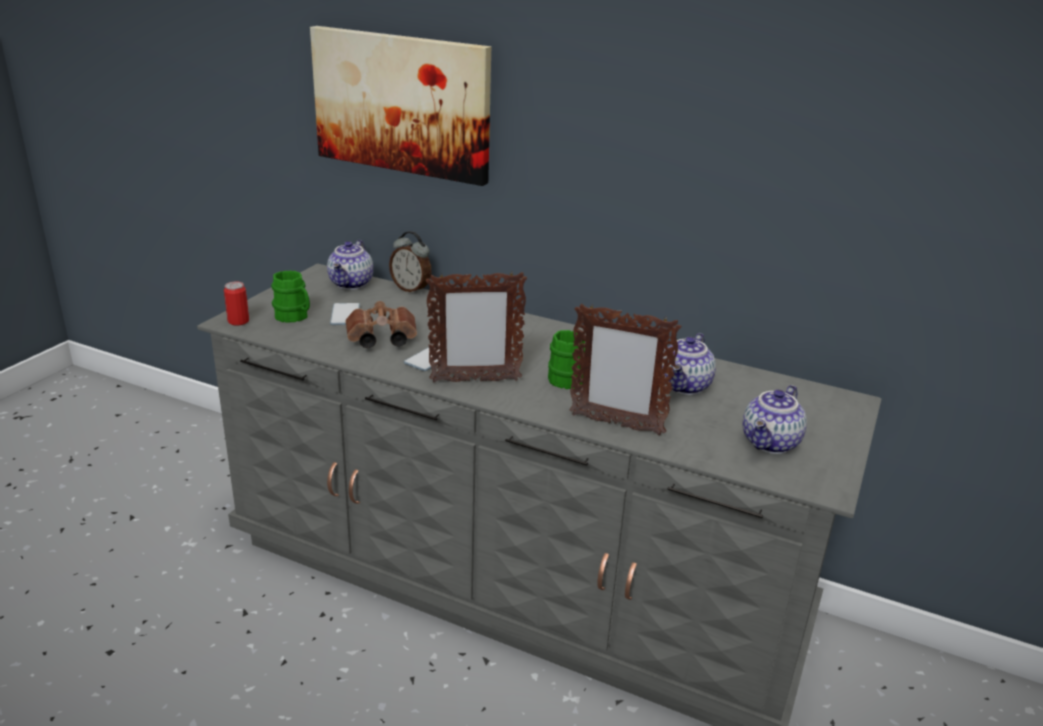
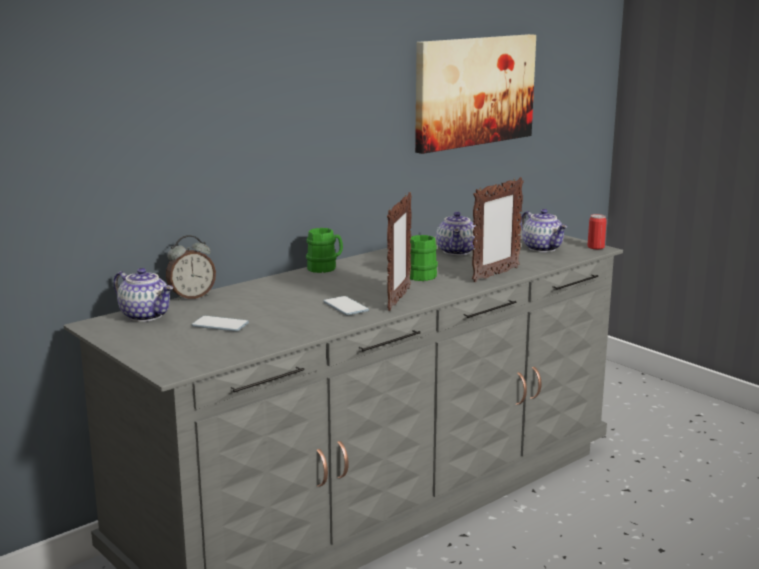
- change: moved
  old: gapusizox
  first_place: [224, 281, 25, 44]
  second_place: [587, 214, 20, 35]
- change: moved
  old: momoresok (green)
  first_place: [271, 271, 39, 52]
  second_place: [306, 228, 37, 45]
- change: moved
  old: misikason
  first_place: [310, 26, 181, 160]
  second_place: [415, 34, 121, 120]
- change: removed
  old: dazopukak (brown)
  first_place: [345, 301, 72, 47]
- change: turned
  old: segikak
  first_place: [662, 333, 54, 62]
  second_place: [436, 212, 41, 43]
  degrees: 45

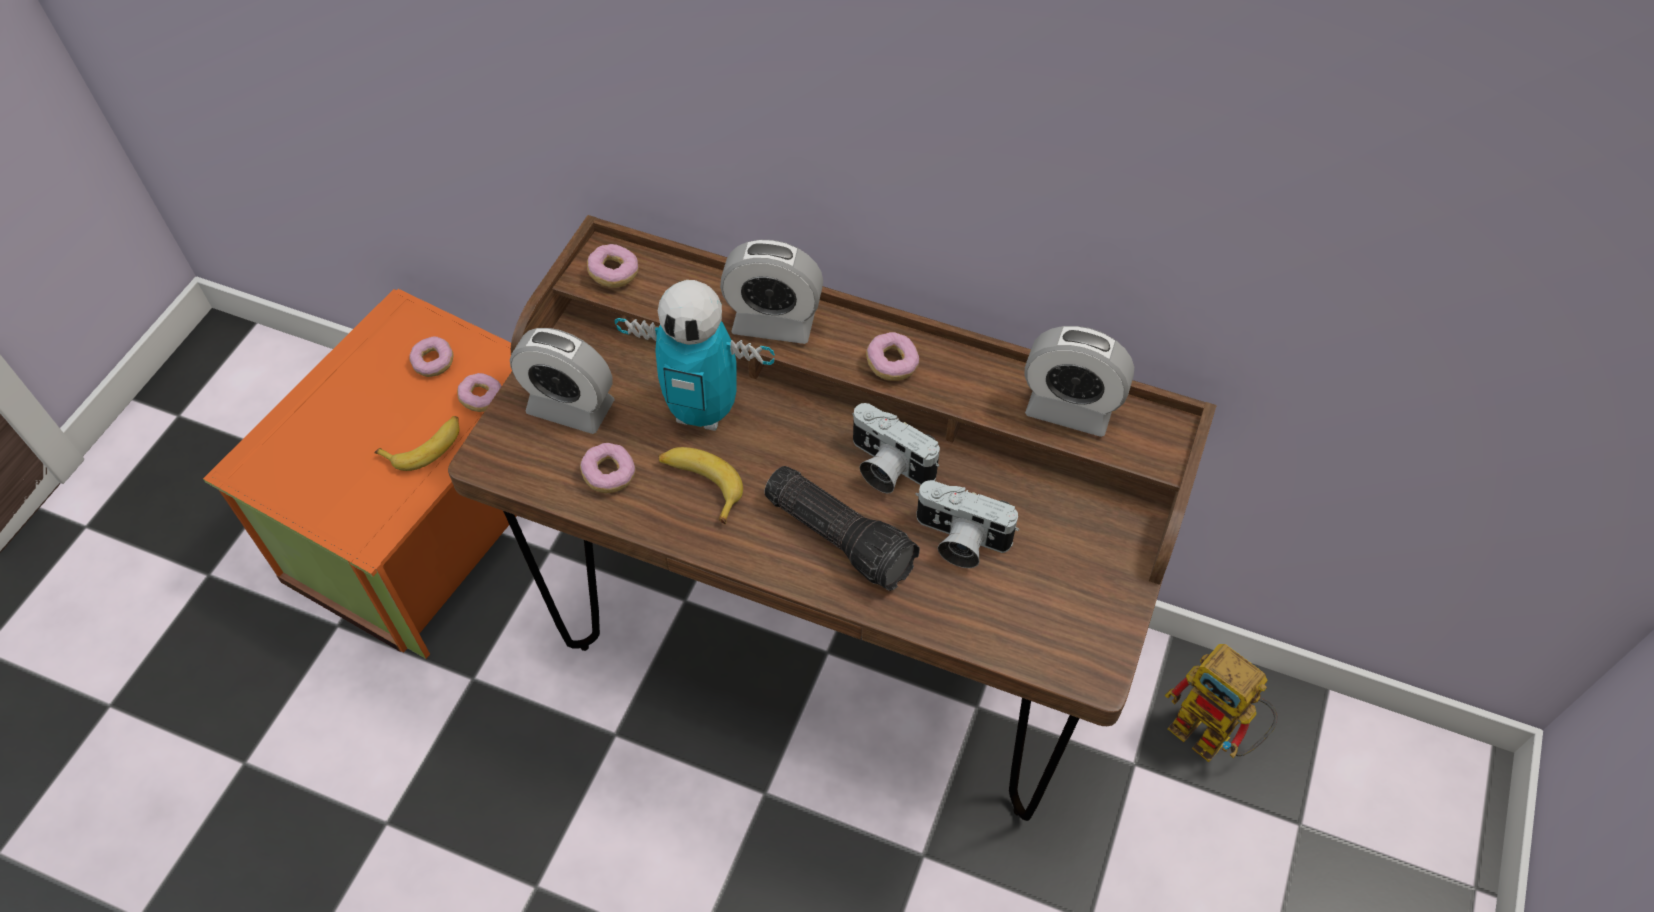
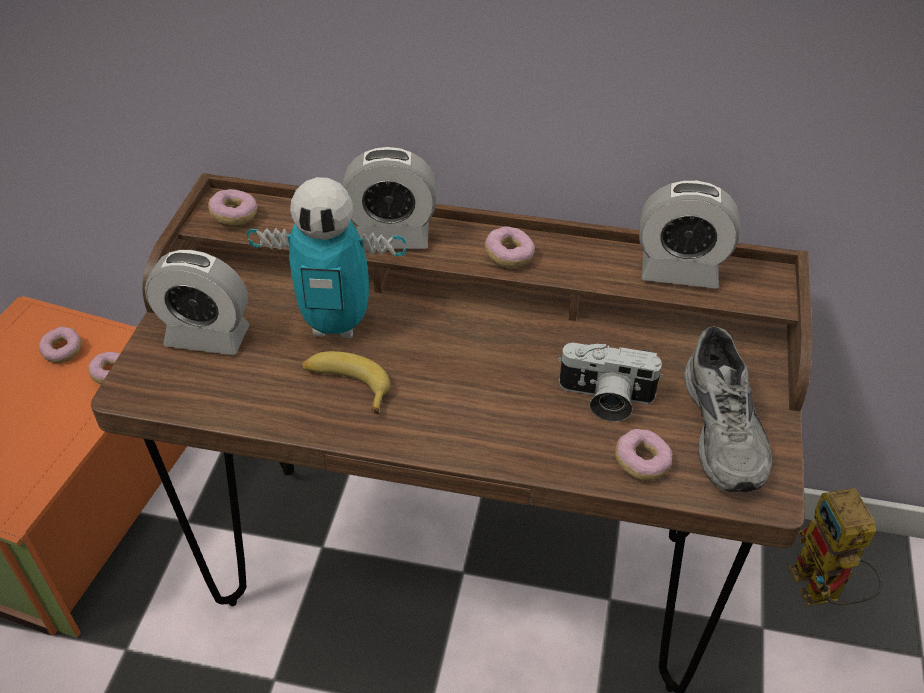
- change: removed
  old: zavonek
  first_place: [375, 416, 84, 55]
- change: moved
  old: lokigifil
  first_place: [580, 443, 55, 50]
  second_place: [615, 429, 57, 52]
- change: removed
  old: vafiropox
  first_place: [765, 466, 155, 125]
- change: removed
  old: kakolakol
  first_place: [853, 403, 87, 90]
- change: turned
  old: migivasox
  first_place: [1164, 644, 114, 118]
  second_place: [788, 488, 95, 118]
  degrees: 45
- change: added
  new: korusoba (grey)
  second_place: [684, 326, 88, 166]

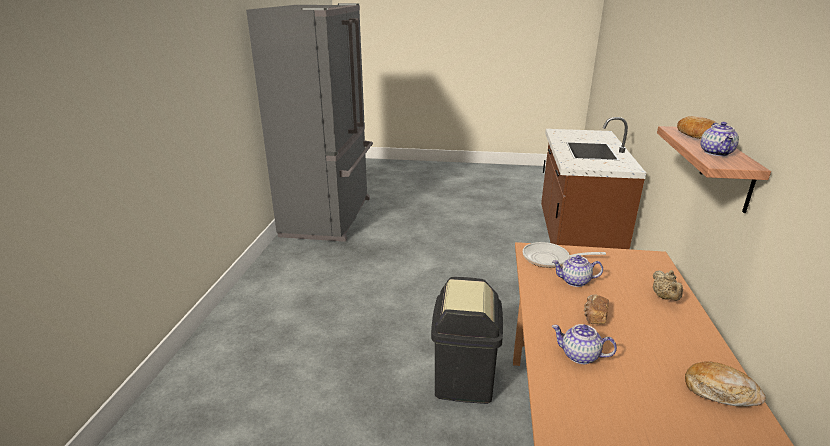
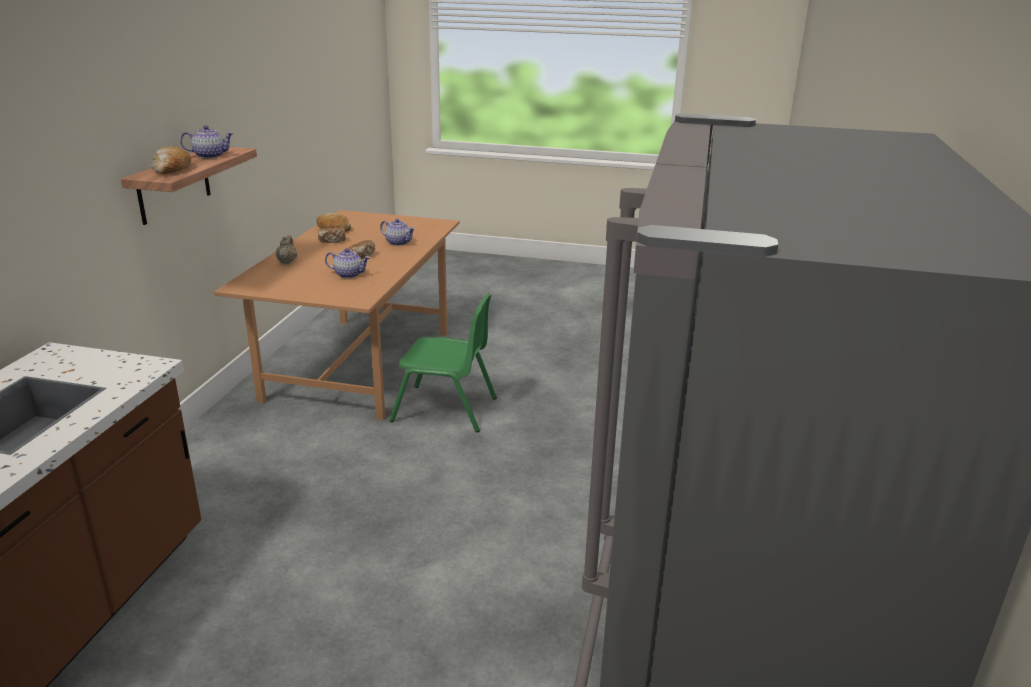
- change: replaced
  old: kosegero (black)
  new: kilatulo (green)
  first_place: [431, 277, 72, 127]
  second_place: [390, 294, 107, 138]
- change: removed
  old: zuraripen
  first_place: [523, 242, 83, 26]
- change: turned
  old: segikak
  first_place: [700, 122, 39, 34]
  second_place: [180, 125, 54, 34]
  degrees: 60
- change: added
  new: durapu
  second_place: [318, 228, 28, 15]

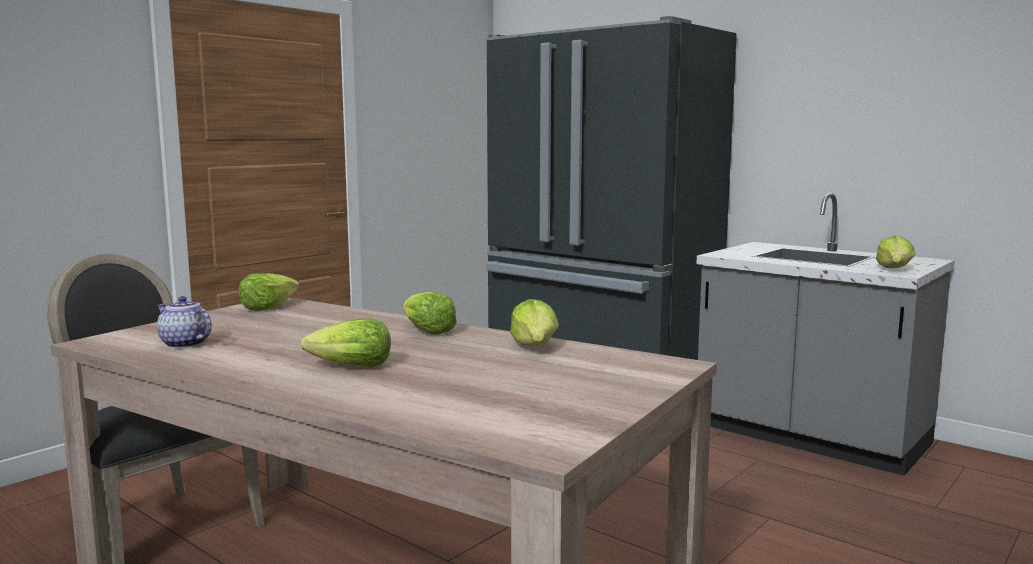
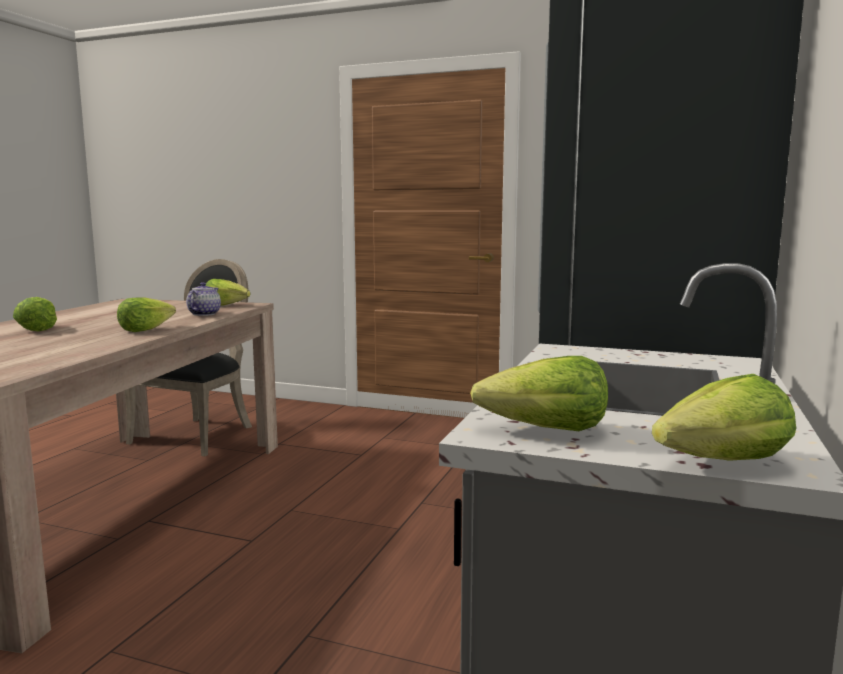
- change: moved
  old: segikak
  first_place: [157, 296, 55, 52]
  second_place: [186, 282, 35, 34]
- change: moved
  old: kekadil
  first_place: [510, 299, 49, 47]
  second_place: [652, 374, 144, 87]

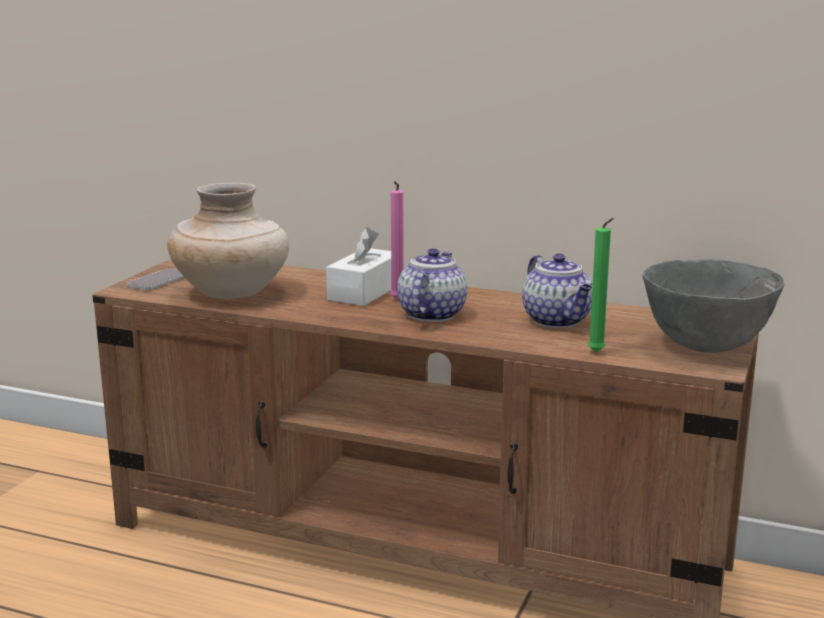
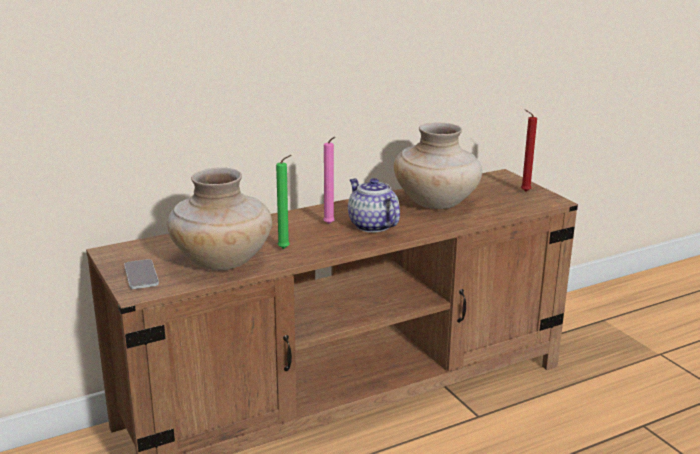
- change: removed
  old: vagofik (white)
  first_place: [326, 227, 65, 79]
- change: replaced
  old: segikak
  new: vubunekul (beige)
  first_place: [522, 253, 71, 75]
  second_place: [394, 122, 88, 87]
- change: moved
  old: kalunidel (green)
  first_place: [588, 218, 26, 134]
  second_place: [276, 155, 16, 94]
- change: replaced
  old: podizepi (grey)
  new: kalunidel (red)
  first_place: [643, 259, 141, 93]
  second_place: [521, 110, 16, 82]

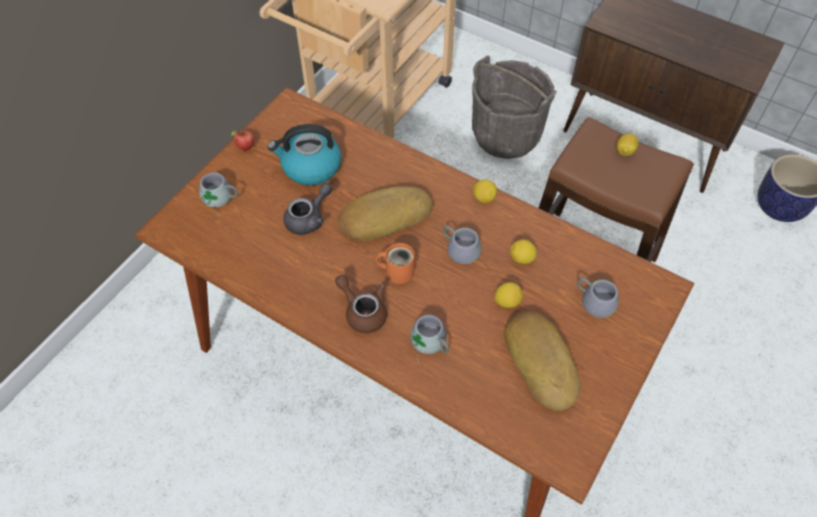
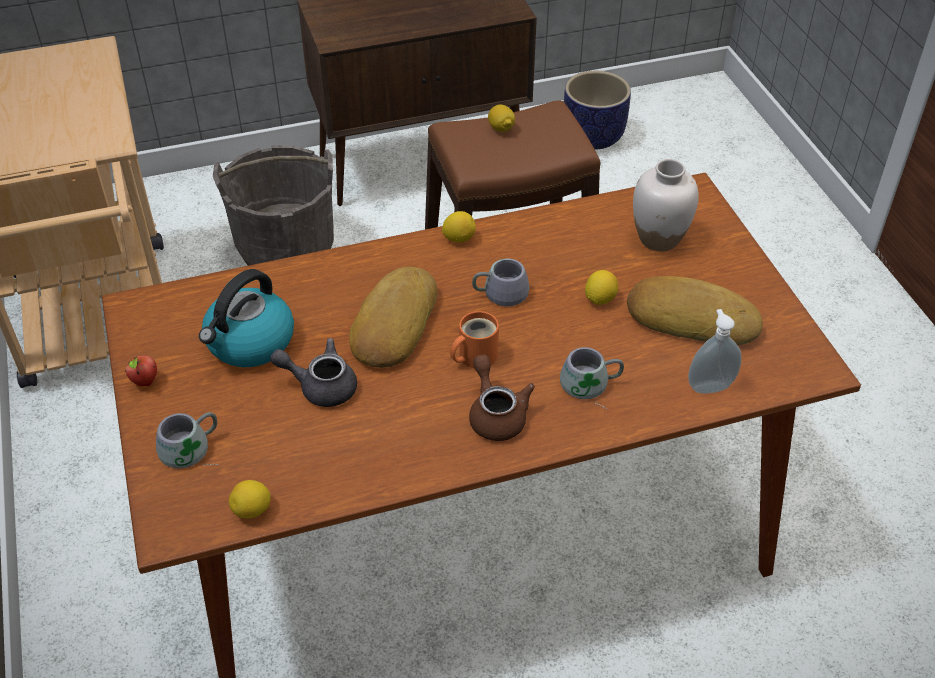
- change: turned
  old: segikak (grey)
  first_place: [283, 183, 49, 52]
  second_place: [270, 338, 87, 69]
  degrees: -75
- change: turned
  old: segikak (brown)
  first_place: [335, 275, 52, 58]
  second_place: [469, 354, 66, 87]
  degrees: 75
- change: moved
  old: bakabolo
  first_place: [510, 239, 27, 25]
  second_place: [229, 480, 42, 39]
- change: replaced
  old: momoresok (grey)
  new: vubunekul (white)
  first_place: [577, 278, 42, 40]
  second_place: [633, 159, 66, 92]
- change: added
  new: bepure
  second_place: [688, 309, 54, 85]

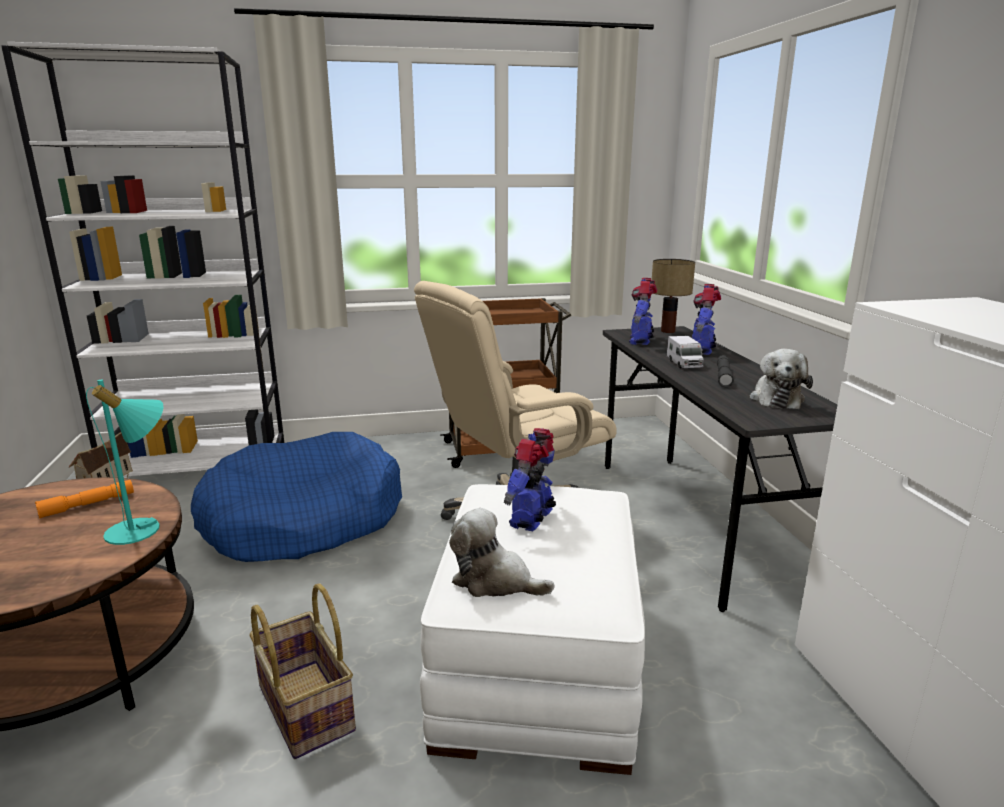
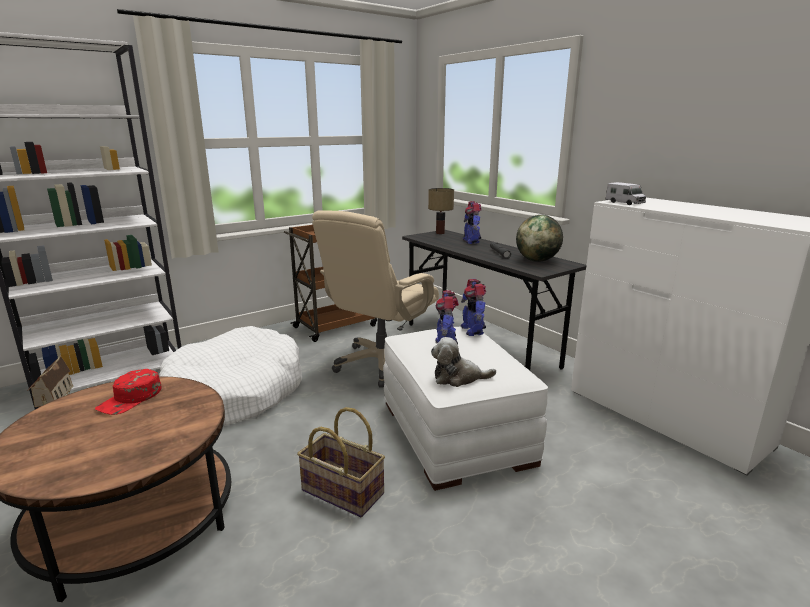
- change: replaced
  old: vafiropox (orange)
  new: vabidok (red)
  first_place: [35, 480, 99, 39]
  second_place: [95, 369, 66, 46]
- change: removed
  old: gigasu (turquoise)
  first_place: [86, 380, 77, 165]
- change: recoloured
  old: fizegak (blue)
  new: fizegak (white)
  first_place: [191, 432, 211, 130]
  second_place: [159, 326, 143, 100]
- change: moved
  old: migivasox
  first_place: [629, 278, 28, 67]
  second_place: [461, 279, 25, 57]
- change: moved
  old: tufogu
  first_place: [666, 336, 38, 32]
  second_place: [605, 182, 41, 23]
- change: replaced
  old: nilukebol
  new: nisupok
  first_place: [749, 348, 64, 61]
  second_place: [516, 215, 47, 47]

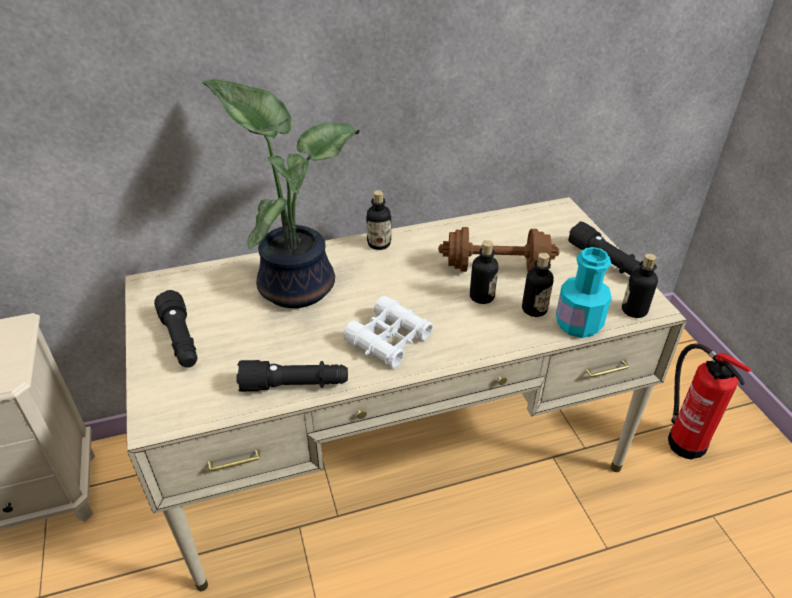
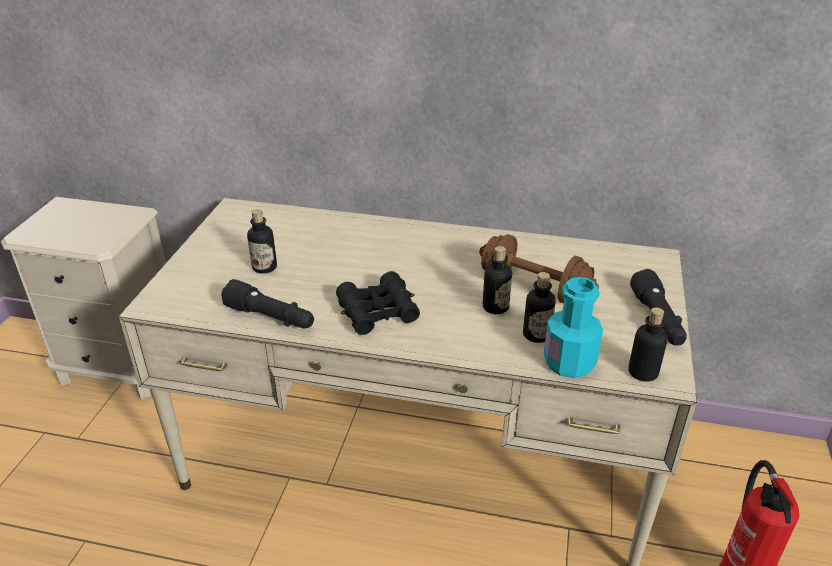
- change: removed
  old: vafiropox (black)
  first_place: [154, 290, 44, 78]
- change: removed
  old: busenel
  first_place: [202, 79, 158, 229]
- change: recoloured
  old: dazopukak (white)
  new: dazopukak (black)
  first_place: [343, 296, 90, 72]
  second_place: [336, 271, 84, 64]
- change: moved
  old: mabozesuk
  first_place: [366, 190, 25, 60]
  second_place: [247, 209, 30, 65]

